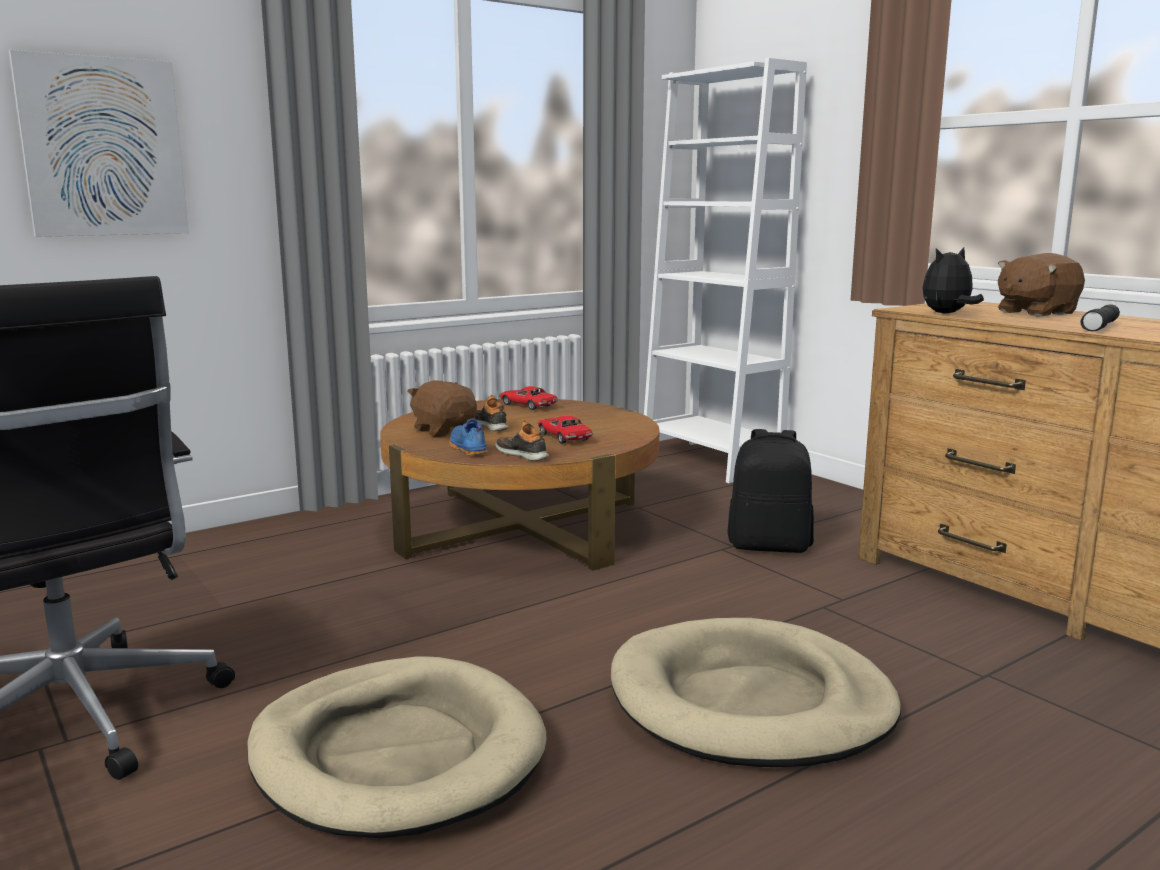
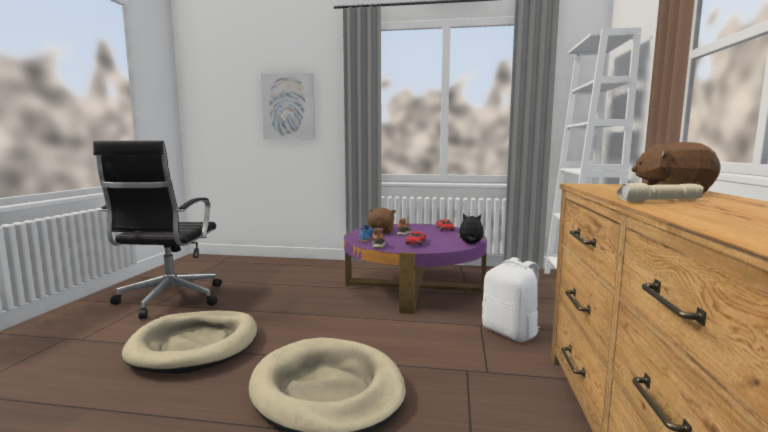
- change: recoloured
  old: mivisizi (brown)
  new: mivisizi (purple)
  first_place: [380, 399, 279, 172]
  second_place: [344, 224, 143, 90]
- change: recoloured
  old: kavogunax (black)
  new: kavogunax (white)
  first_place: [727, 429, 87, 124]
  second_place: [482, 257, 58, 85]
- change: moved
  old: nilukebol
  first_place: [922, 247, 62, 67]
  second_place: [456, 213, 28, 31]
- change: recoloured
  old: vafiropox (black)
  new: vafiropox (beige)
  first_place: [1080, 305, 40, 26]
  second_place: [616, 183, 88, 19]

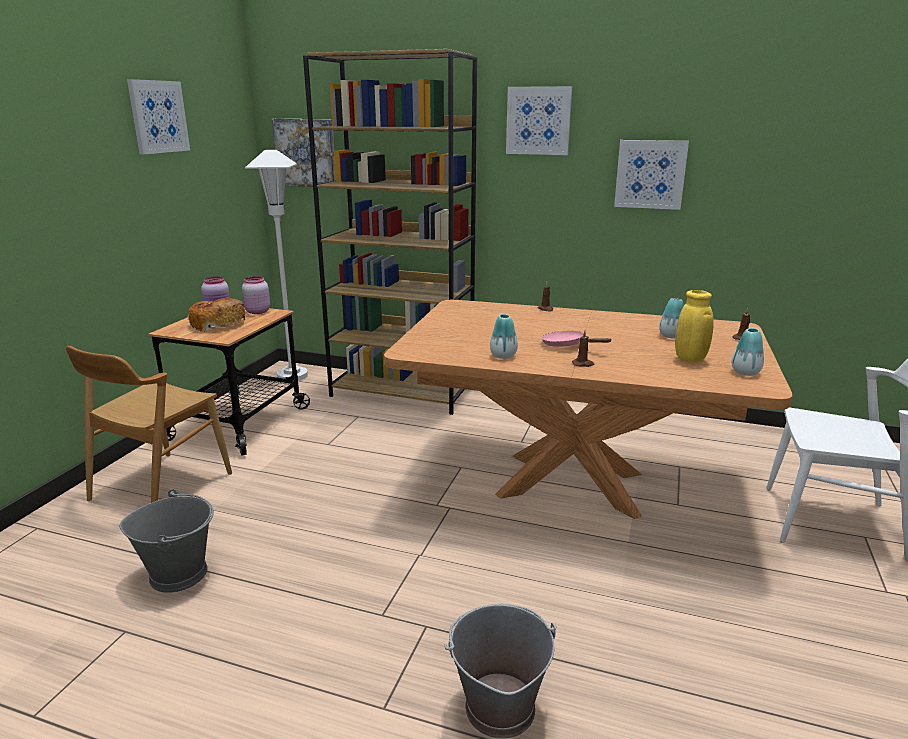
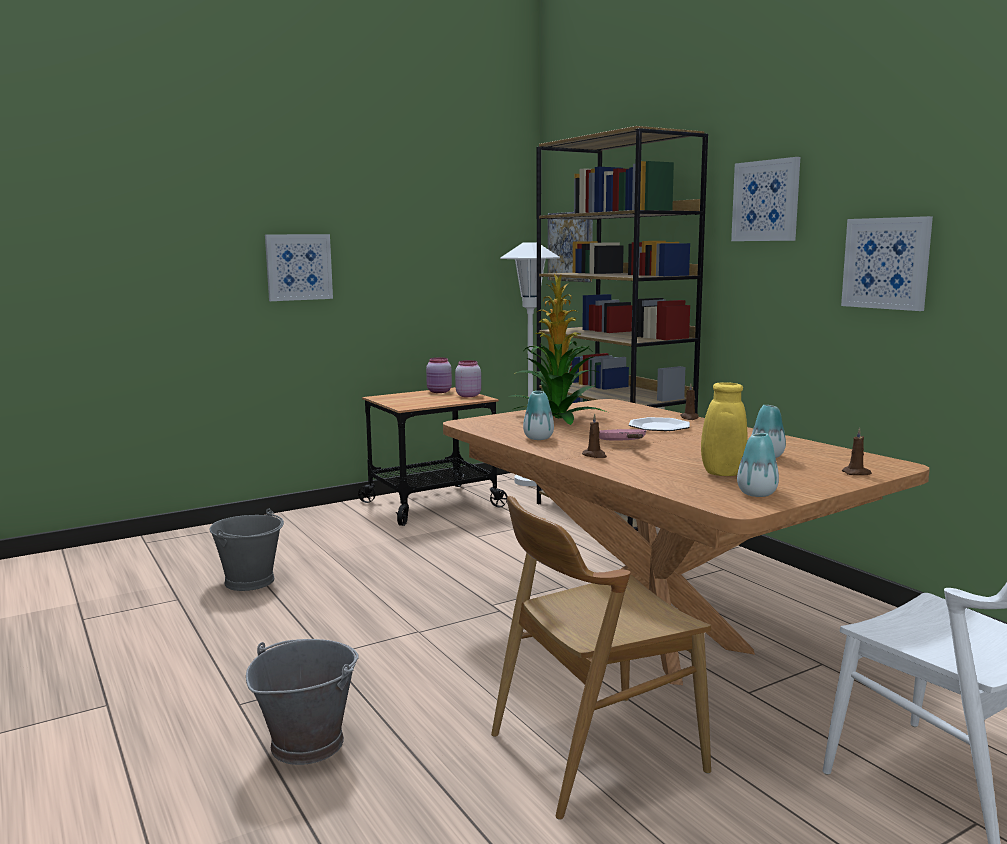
- change: moved
  old: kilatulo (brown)
  first_place: [66, 346, 166, 157]
  second_place: [491, 496, 220, 324]
- change: moved
  old: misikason
  first_place: [127, 79, 63, 75]
  second_place: [265, 234, 68, 67]
- change: removed
  old: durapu
  first_place: [188, 298, 57, 34]
- change: added
  new: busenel
  second_place: [512, 274, 94, 151]
- change: added
  new: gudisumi
  second_place: [629, 417, 61, 14]

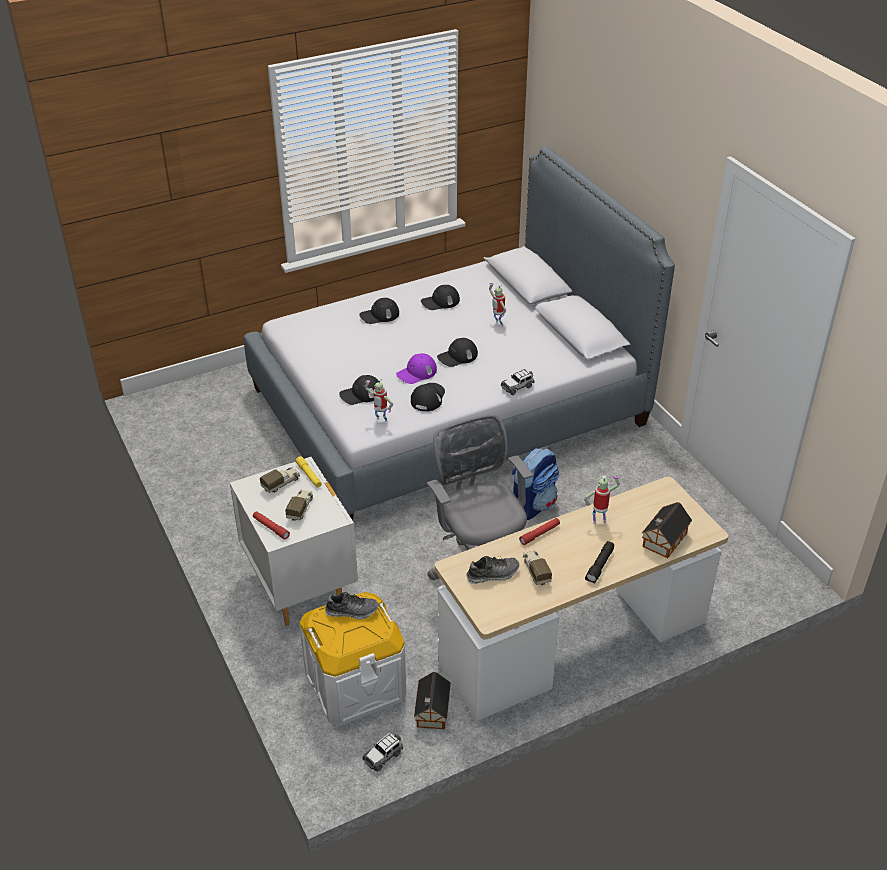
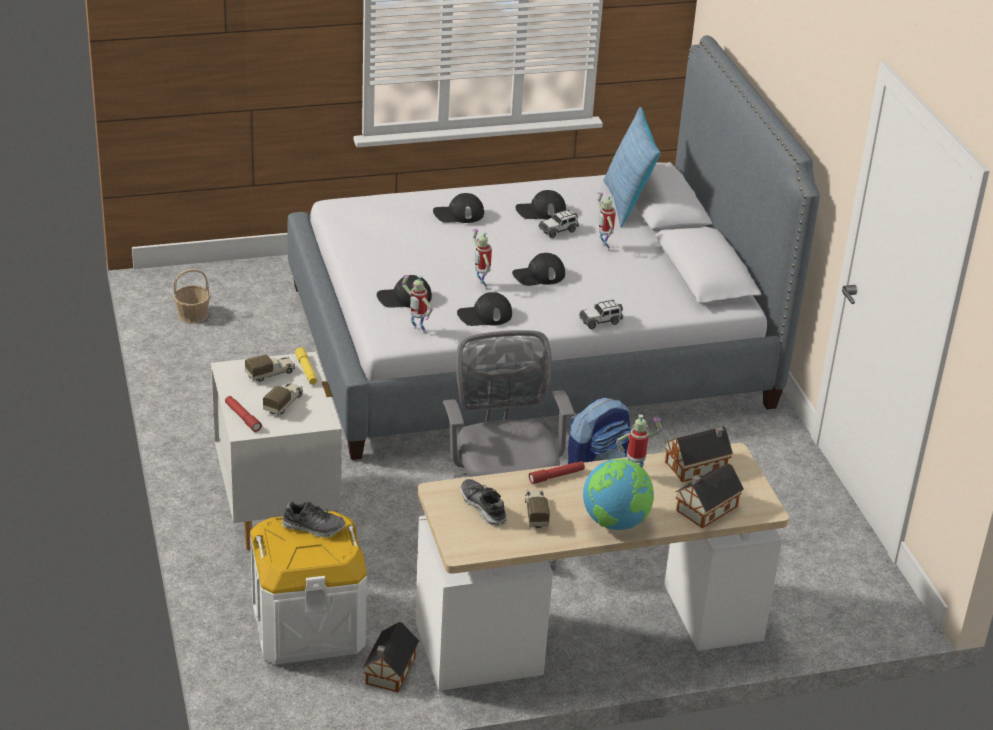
- change: moved
  old: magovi
  first_place: [362, 733, 41, 39]
  second_place: [538, 209, 41, 29]
- change: replaced
  old: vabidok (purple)
  new: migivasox
  first_place: [396, 353, 41, 31]
  second_place: [472, 229, 20, 60]
- change: turned
  old: vabidok (black)
  first_place: [411, 383, 34, 29]
  second_place: [457, 292, 55, 34]
  degrees: -135
- change: turned
  old: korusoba
  first_place: [467, 556, 52, 28]
  second_place: [460, 479, 47, 47]
  degrees: -120
- change: replaced
  old: vafiropox (black)
  new: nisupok
  first_place: [585, 541, 29, 42]
  second_place: [583, 459, 71, 71]
- change: added
  new: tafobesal
  second_place: [174, 269, 37, 54]
- change: added
  new: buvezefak
  second_place: [603, 107, 58, 121]
- change: added
  new: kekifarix
  second_place: [665, 426, 68, 56]

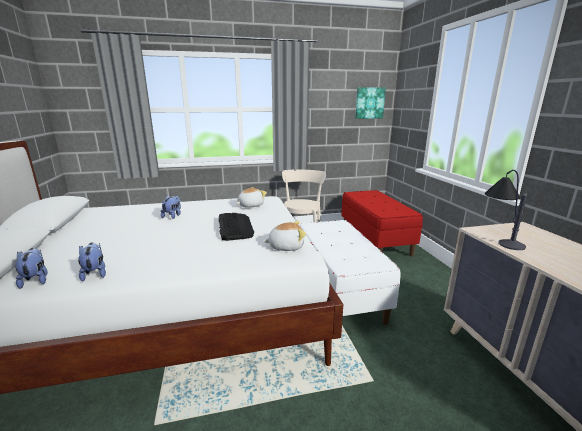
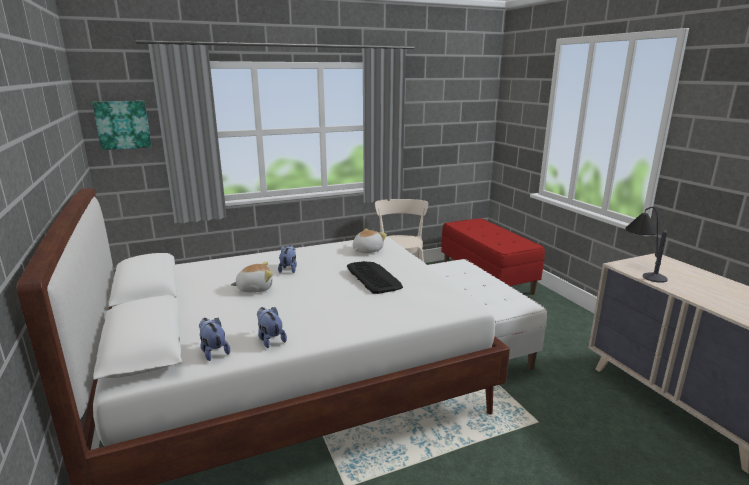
- change: moved
  old: nilukebol
  first_place: [263, 221, 43, 30]
  second_place: [231, 262, 42, 31]
- change: moved
  old: misikason
  first_place: [355, 87, 31, 32]
  second_place: [92, 101, 60, 49]

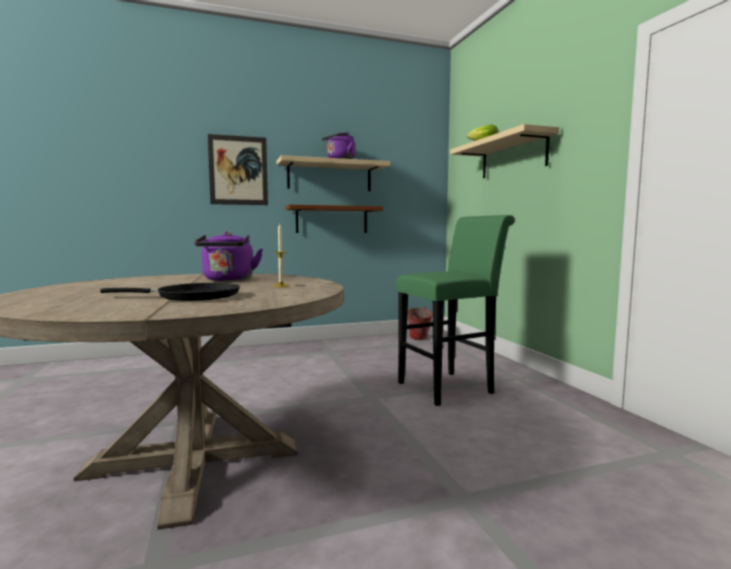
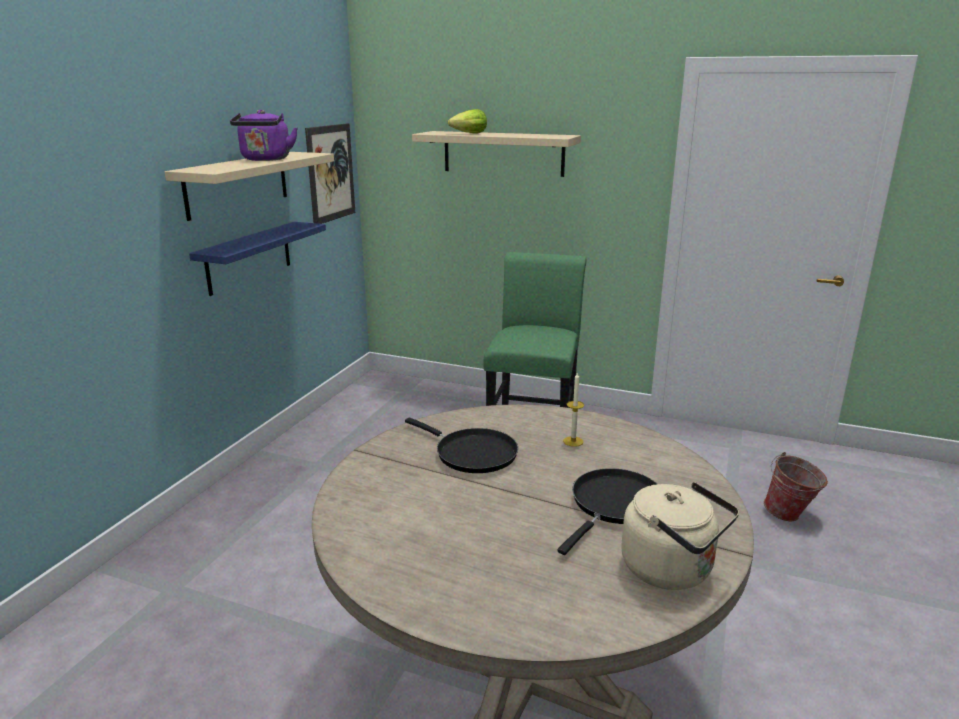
- change: replaced
  old: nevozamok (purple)
  new: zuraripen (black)
  first_place: [194, 232, 69, 49]
  second_place: [405, 418, 113, 55]
- change: moved
  old: misikason
  first_place: [207, 134, 61, 71]
  second_place: [305, 123, 50, 101]
- change: recoloured
  old: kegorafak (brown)
  new: kegorafak (blue)
  first_place: [286, 205, 98, 28]
  second_place: [189, 222, 137, 74]
- change: moved
  old: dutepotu
  first_place: [407, 306, 26, 34]
  second_place: [764, 452, 64, 69]
- change: added
  new: nevozamok (beige)
  second_place: [621, 482, 118, 108]

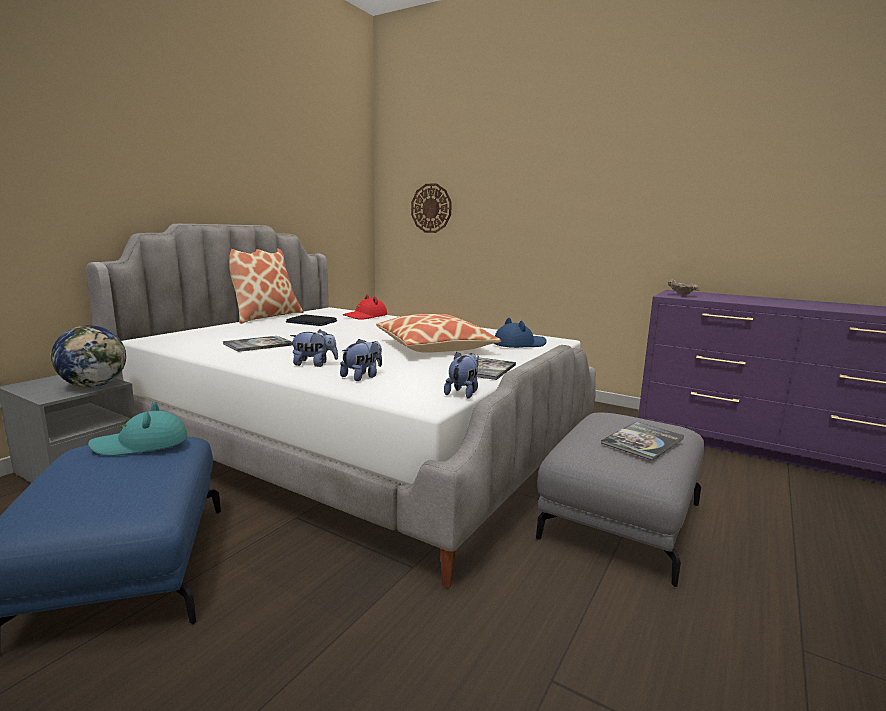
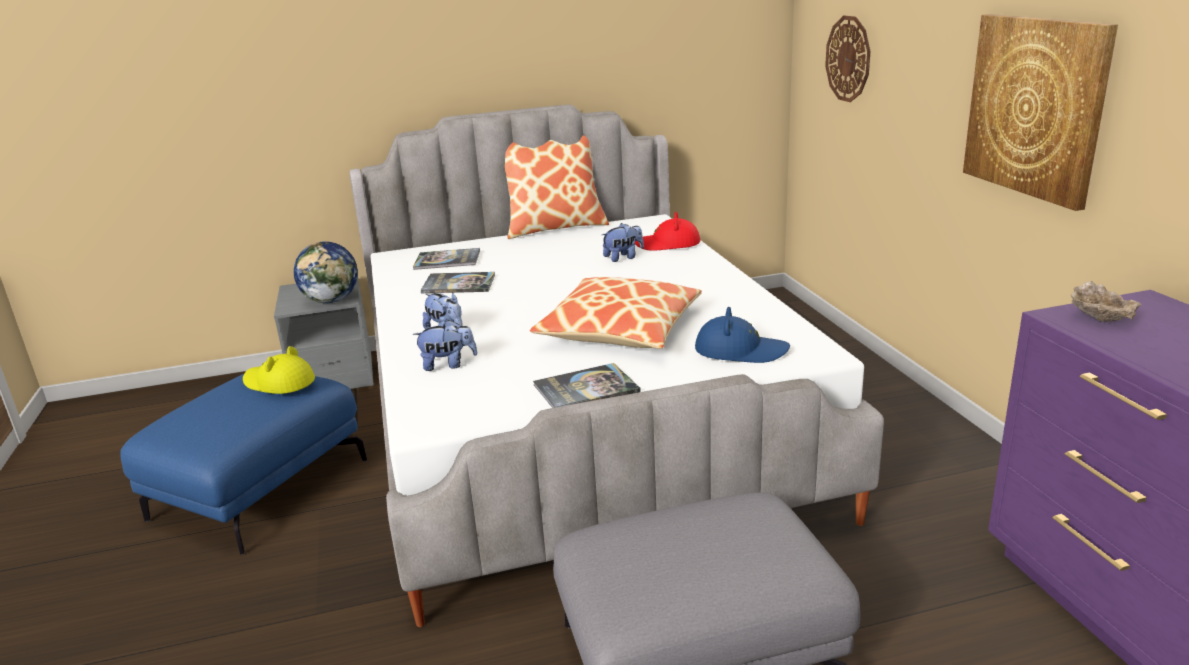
- change: recoloured
  old: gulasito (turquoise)
  new: gulasito (yellow)
  first_place: [88, 402, 99, 54]
  second_place: [243, 346, 72, 48]
- change: removed
  old: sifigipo
  first_place: [286, 315, 51, 11]
- change: moved
  old: nilukebol
  first_place: [444, 352, 35, 47]
  second_place: [602, 223, 42, 39]
- change: moved
  old: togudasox
  first_place: [601, 421, 84, 40]
  second_place: [413, 248, 67, 22]
- change: added
  new: misikason
  second_place: [963, 14, 155, 197]

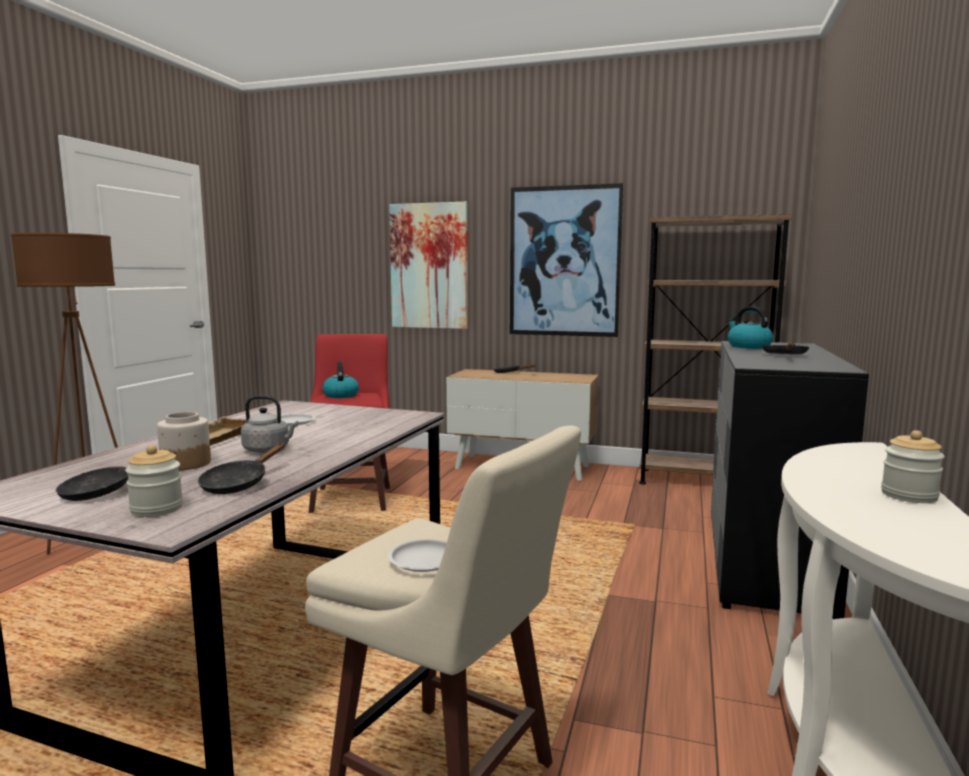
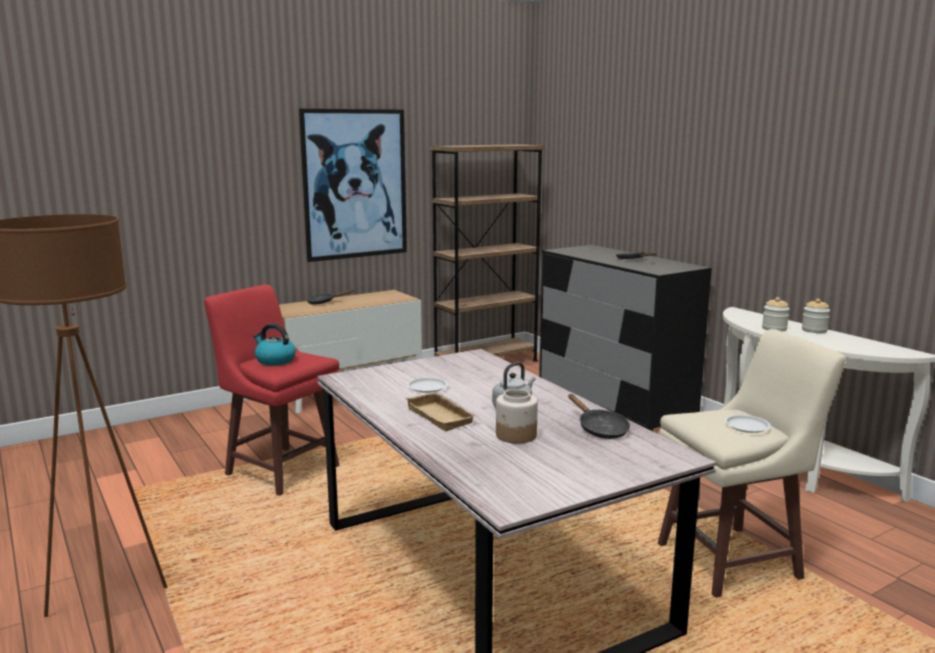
- change: removed
  old: zuraripen (black)
  first_place: [55, 452, 122, 49]
- change: moved
  old: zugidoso
  first_place: [125, 445, 58, 72]
  second_place: [762, 297, 28, 34]
- change: removed
  old: misikason
  first_place: [389, 202, 79, 127]
- change: removed
  old: nevozamok
  first_place: [727, 306, 46, 43]

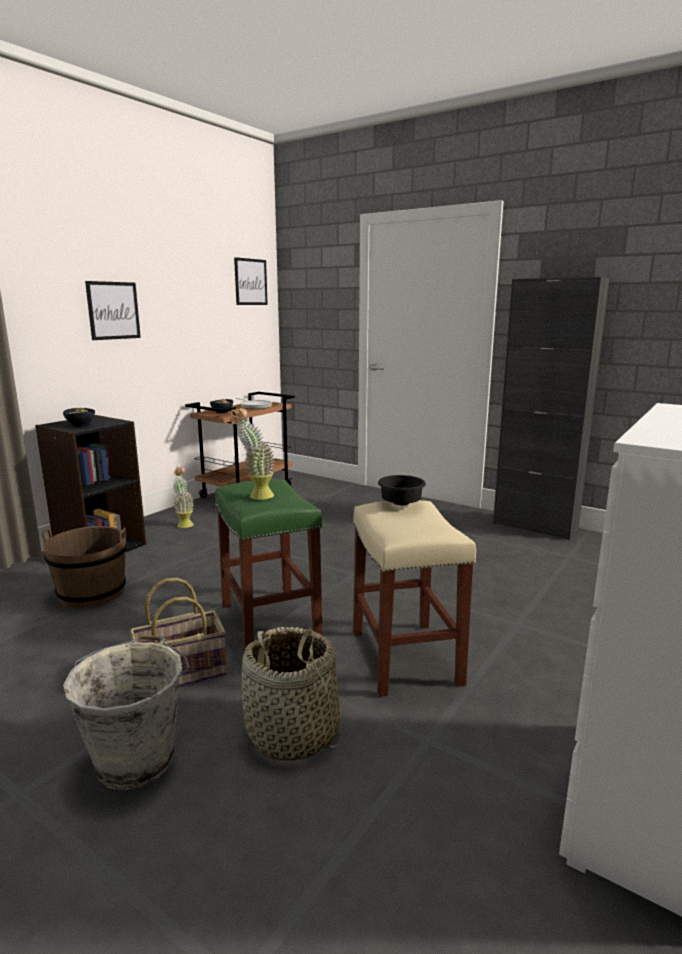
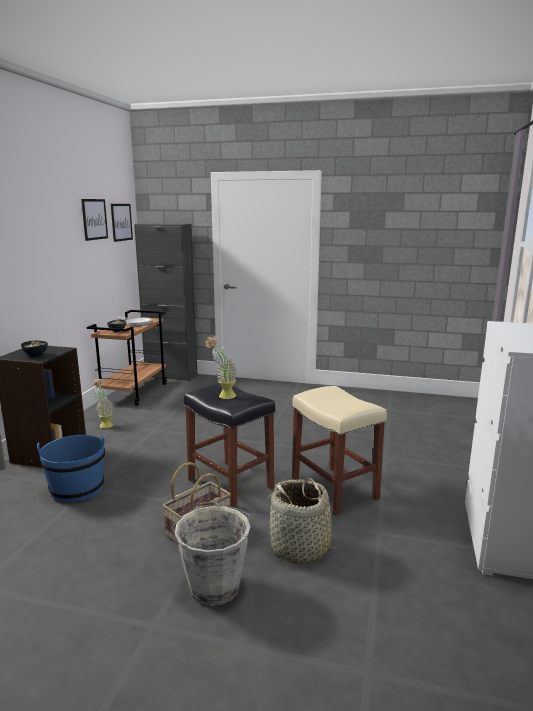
- change: recoloured
  old: dutepotu (brown)
  new: dutepotu (blue)
  first_place: [41, 526, 86, 82]
  second_place: [37, 433, 68, 70]
- change: moved
  old: misikason
  first_place: [85, 281, 56, 59]
  second_place: [81, 199, 27, 42]
- change: recoloured
  old: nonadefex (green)
  new: nonadefex (black)
  first_place: [215, 479, 108, 172]
  second_place: [184, 383, 91, 125]
- change: removed
  old: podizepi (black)
  first_place: [378, 475, 48, 30]
- change: moved
  old: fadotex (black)
  first_place: [493, 277, 117, 263]
  second_place: [134, 223, 64, 158]

